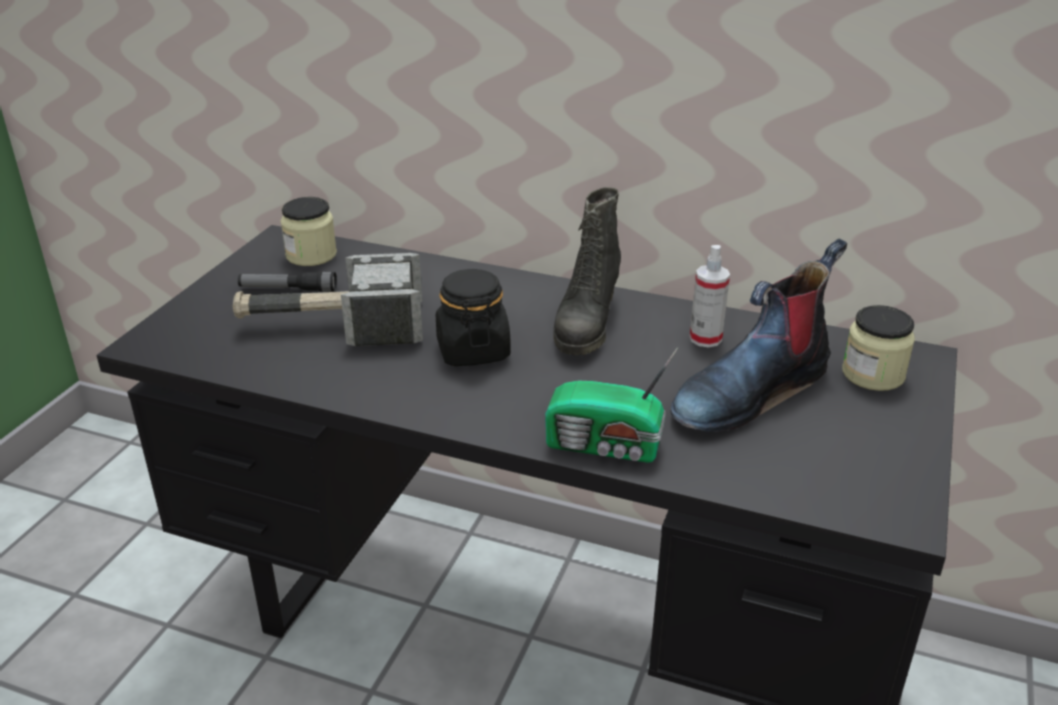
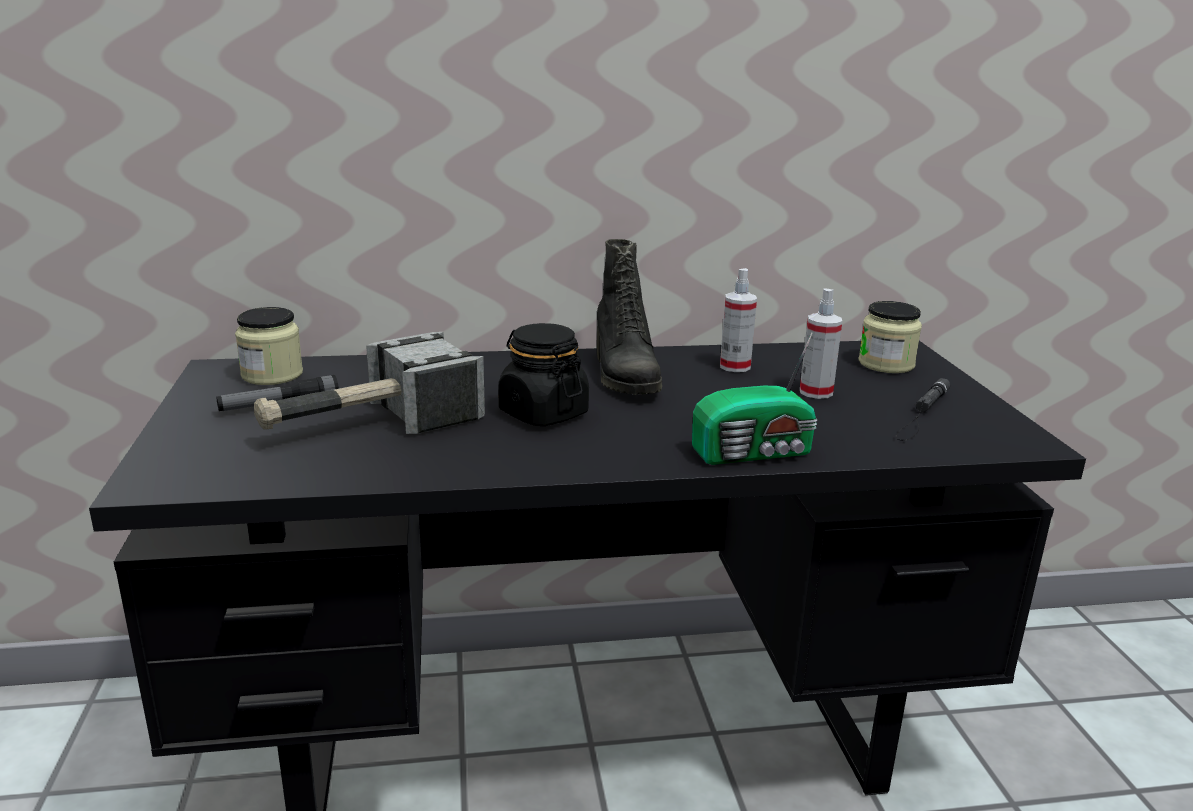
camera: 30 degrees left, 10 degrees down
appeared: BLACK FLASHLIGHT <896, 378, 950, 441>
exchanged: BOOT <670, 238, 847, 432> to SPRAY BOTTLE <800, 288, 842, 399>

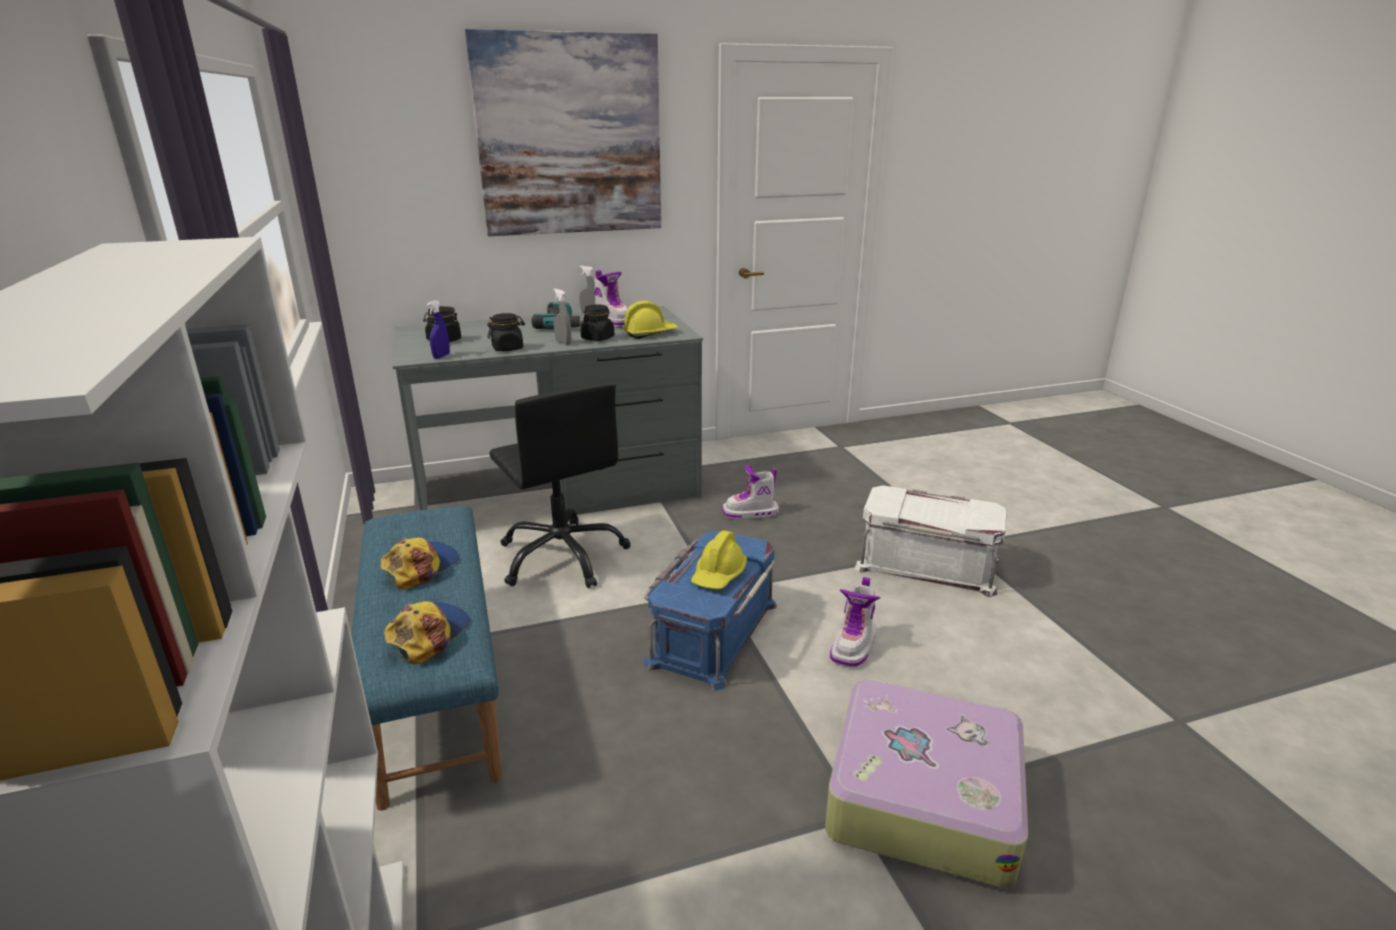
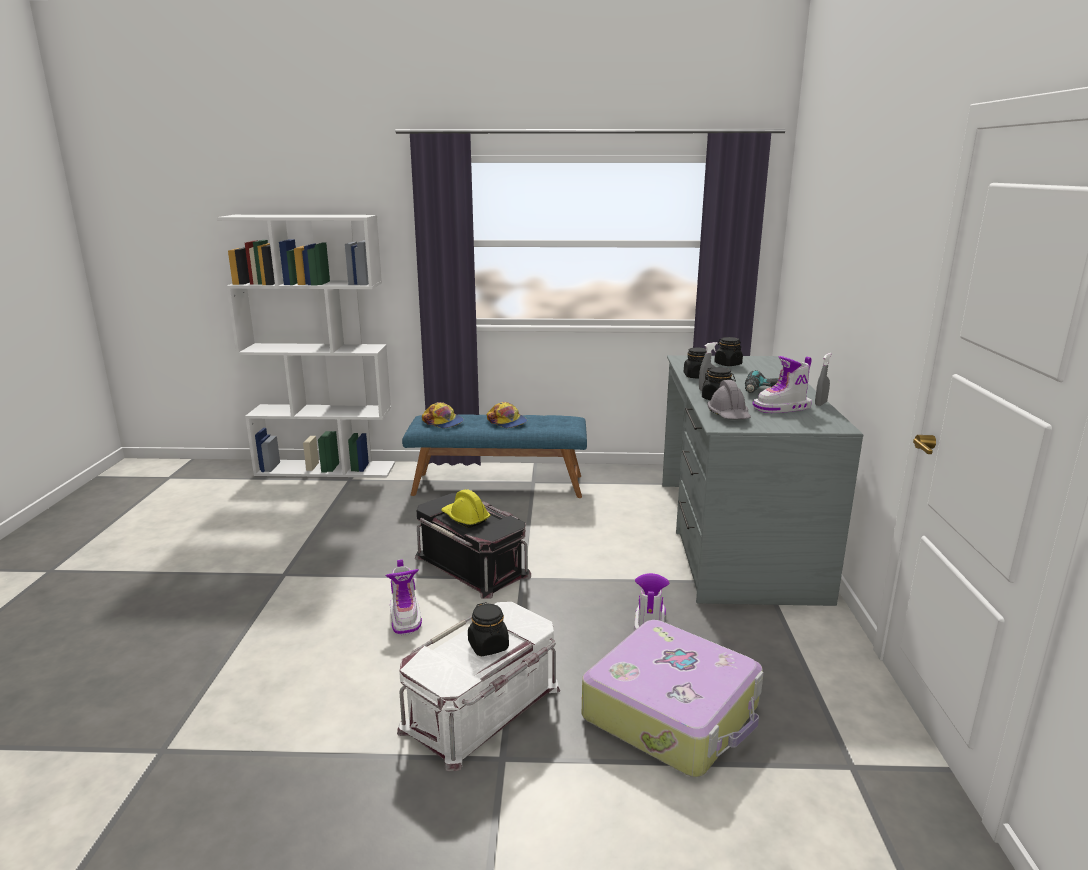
camera: 110 degrees right, 5 degrees down
missing: BLUE SPRAY BOTTLE <427, 300, 450, 359>; PICTURE <465, 29, 661, 236>; BLACK OFFICE CHAIR <489, 381, 631, 588>
appeared: BLACK JAR <468, 602, 509, 656>
relocated: SUITCASE <825, 678, 1028, 888> to <582, 620, 764, 777>
colour: BLUE STORAGE BOX <644, 530, 777, 691> to BLACK STORAGE BOX <415, 493, 531, 599>; YELLOW HARD HAT <622, 301, 678, 339> to GREY HARD HAT <707, 380, 751, 419>
spun: BOOT <830, 577, 880, 667> = <385, 559, 422, 635> 150 degrees counterclockwise

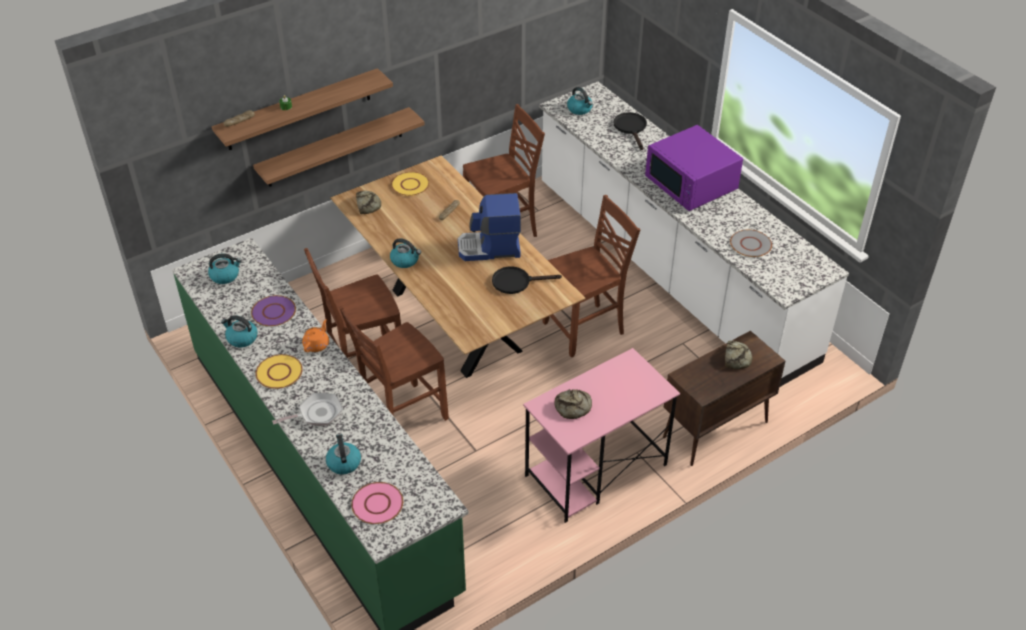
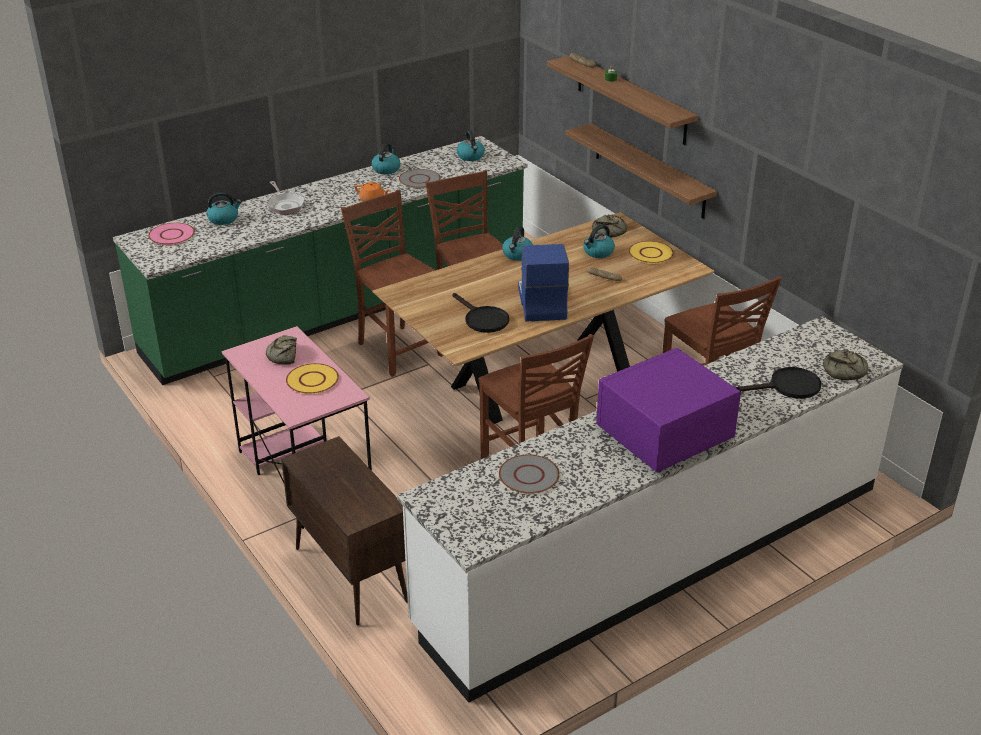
camera: 90 degrees right, 10 degrees down
relocated: YELLOW PLATE <255, 354, 303, 389> to <286, 363, 339, 394>; KETTLE <567, 87, 593, 115> to <583, 224, 615, 258>; BREAD <725, 341, 752, 369> to <823, 350, 868, 380>
colour: PURPLE PLATE <251, 295, 296, 326> to GREY PLATE <399, 169, 441, 188>
spun: BLACK FRYING PAN <492, 266, 562, 294> = <453, 293, 509, 333> 150 degrees clockwise

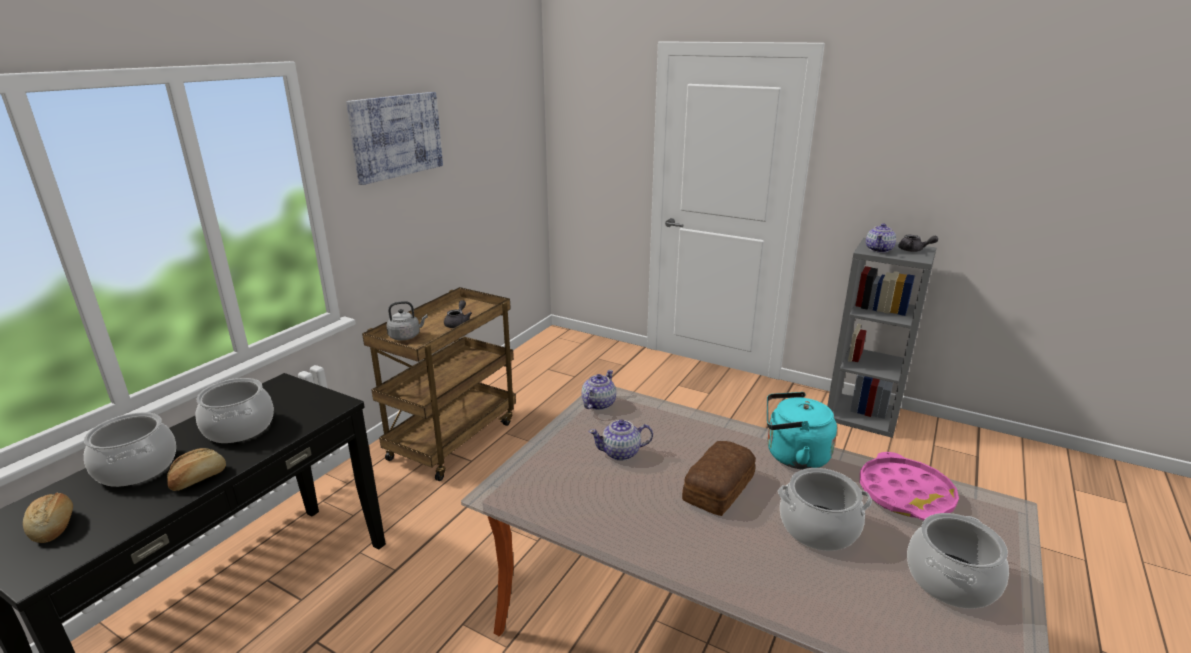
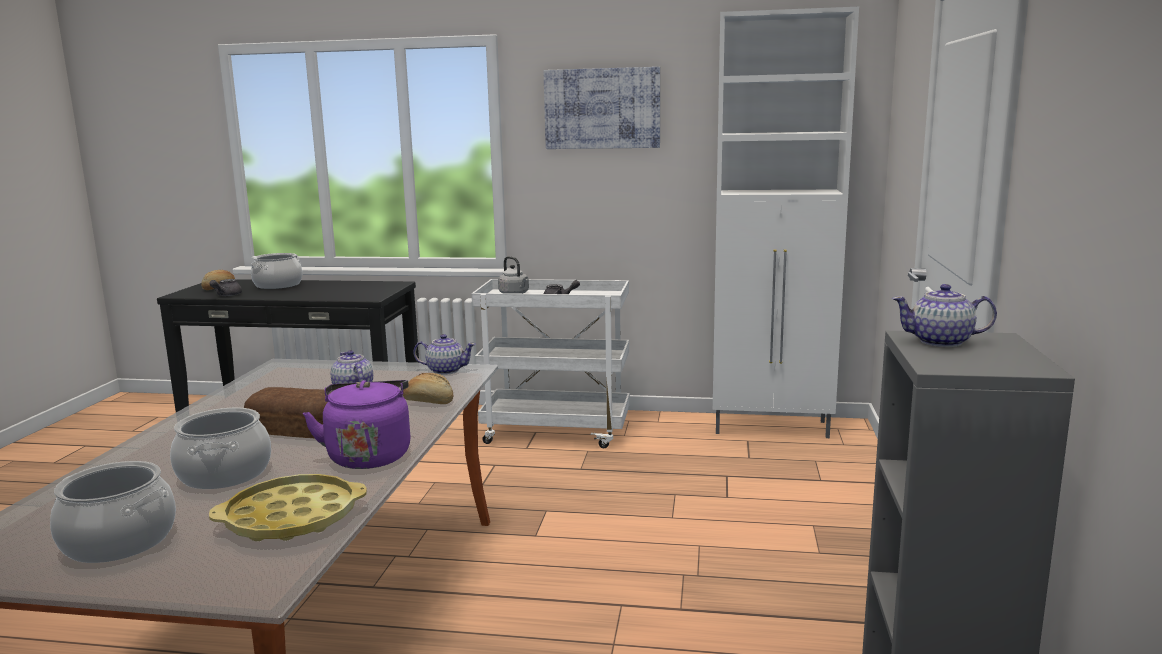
camera: 70 degrees right, 10 degrees down
missing: COOKING POT <195, 378, 274, 443>
appeared: WHITE CABINET <713, 7, 859, 438>
relocated: GREY TEAPOT <898, 235, 938, 252> to <209, 279, 242, 296>; BREAD <167, 448, 226, 491> to <403, 373, 453, 404>
colour: PINK TRAY <860, 452, 959, 520> to YELLOW TRAY <209, 474, 367, 541>; TURQUOISE KETTLE <767, 392, 837, 470> to PURPLE KETTLE <303, 380, 410, 469>; BROWN CART <362, 287, 516, 481> to WHITE CART <472, 279, 630, 448>

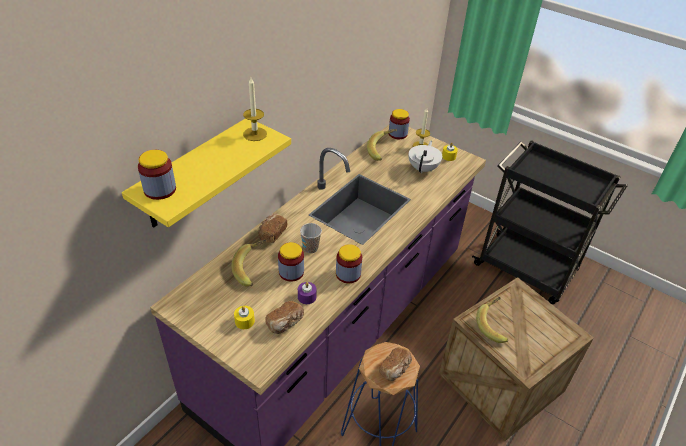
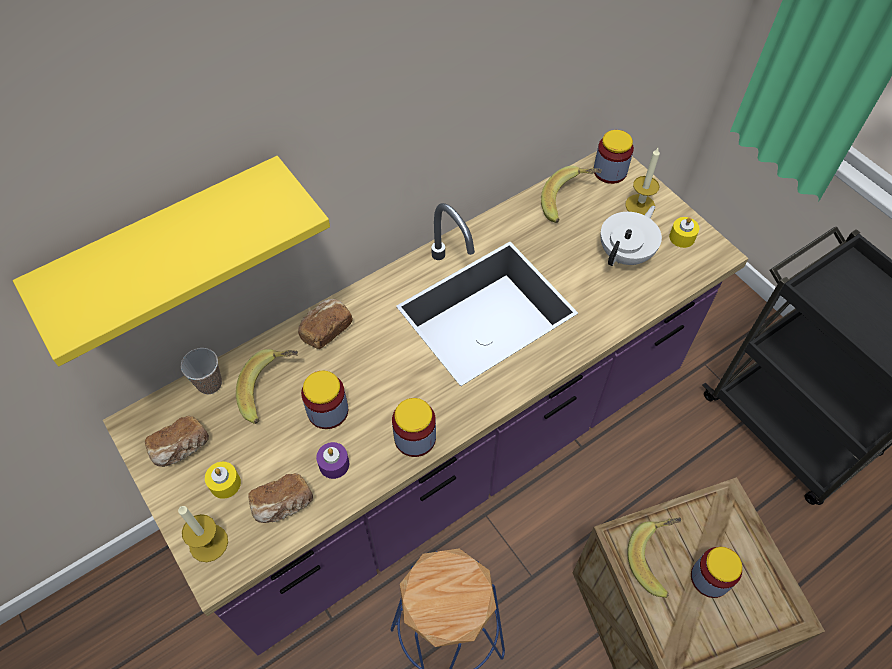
camera: 20 degrees right, 15 degrees up
relocated: BREAD <379, 347, 412, 381> to <145, 416, 209, 467>; CANDLE <243, 78, 267, 141> to <178, 506, 228, 562>; CUP <300, 223, 322, 253> to <181, 348, 222, 394>; JAR <138, 150, 176, 200> to <691, 547, 742, 598>

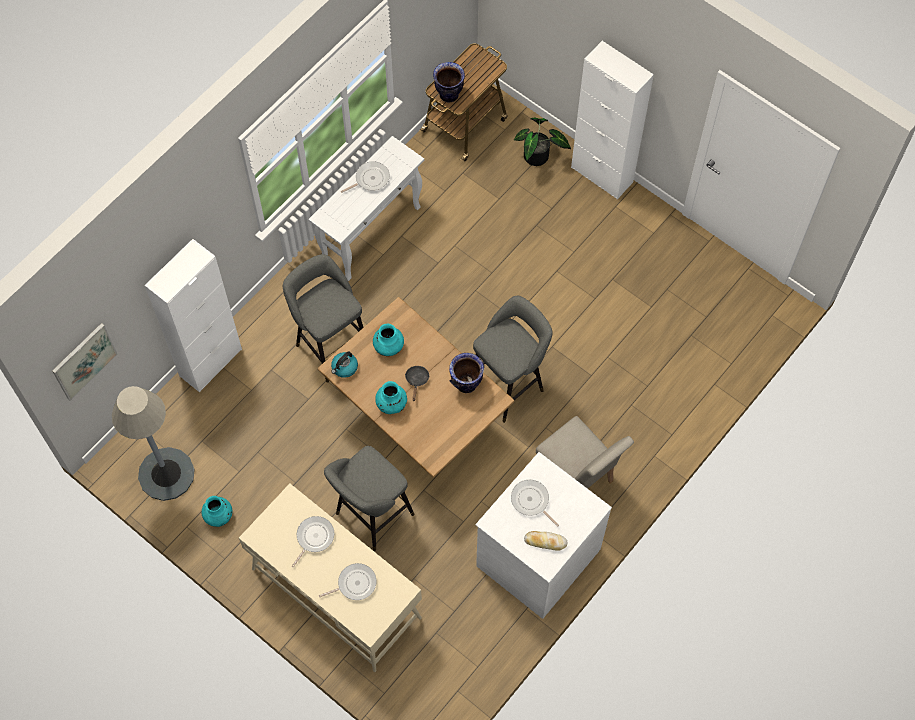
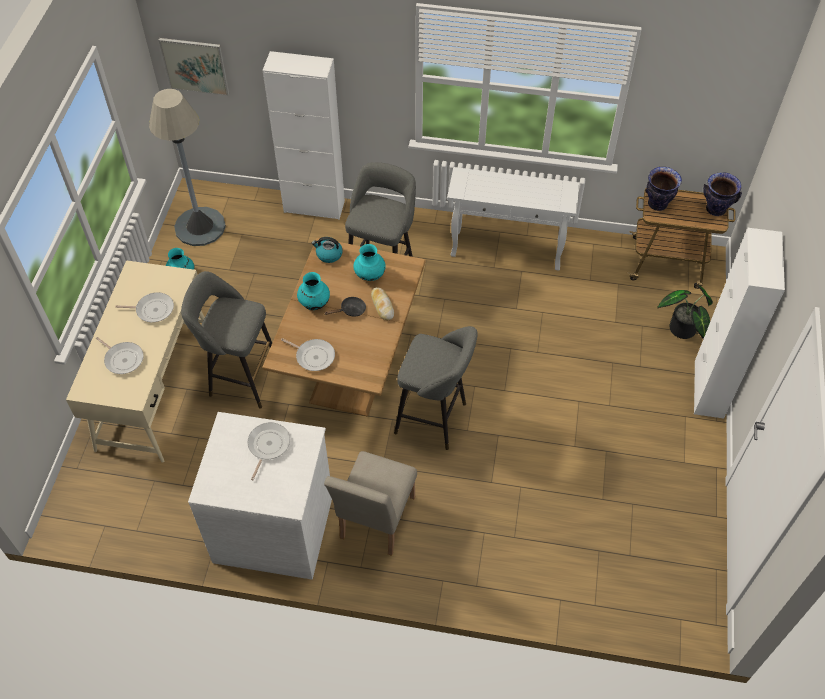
camera: 60 degrees right, 10 degrees down
relocated: FRYING PAN <341, 161, 390, 193> to <281, 338, 335, 371>; BREAD <524, 531, 567, 551> to <371, 287, 394, 320>; VASE <449, 353, 484, 393> to <703, 172, 742, 216>

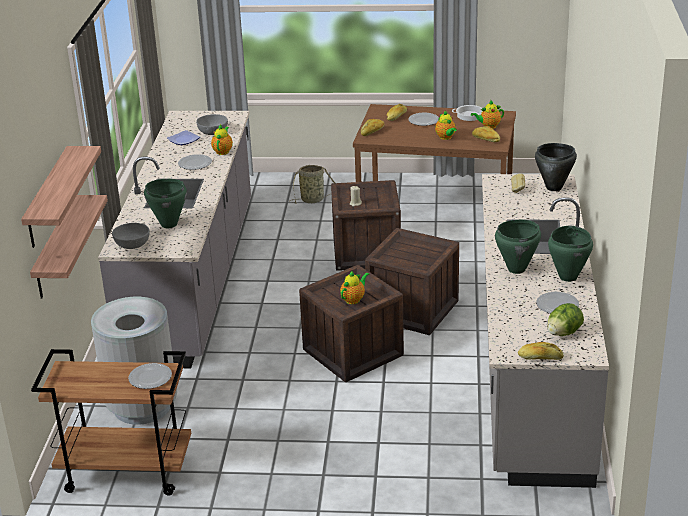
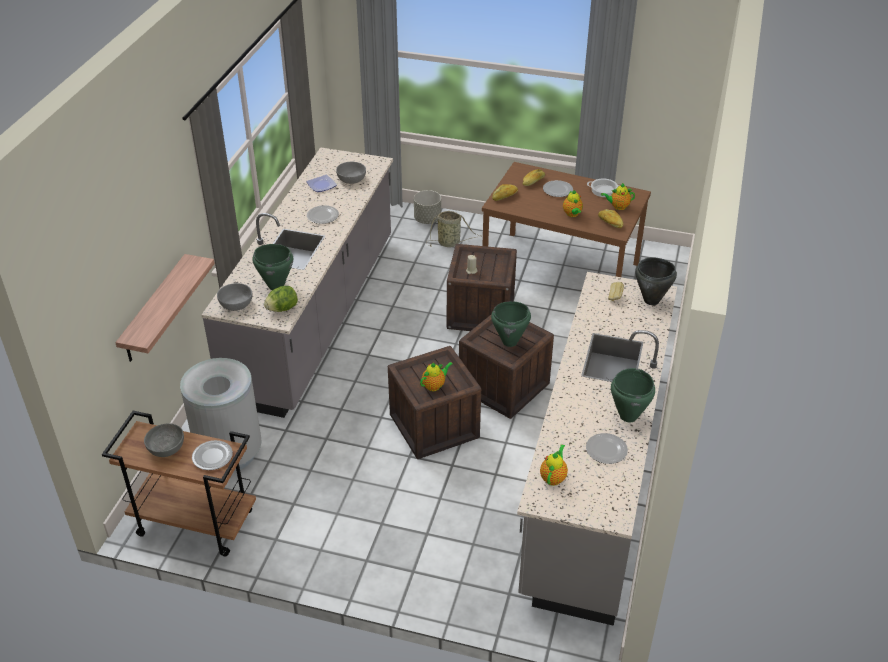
camera: 10 degrees right, 10 degrees up
missing: SHELF <21, 146, 101, 248>; BREAD <518, 342, 563, 360>
appeared: GREY BOWL <144, 423, 184, 457>; GREY PLANTER <414, 190, 441, 224>
relocated: LETTUCE <547, 303, 584, 336> to <264, 286, 298, 312>; GREEN COOKING POT <495, 220, 541, 274> to <491, 301, 531, 347>; TEAPOT <211, 124, 233, 155> to <540, 444, 568, 486>

